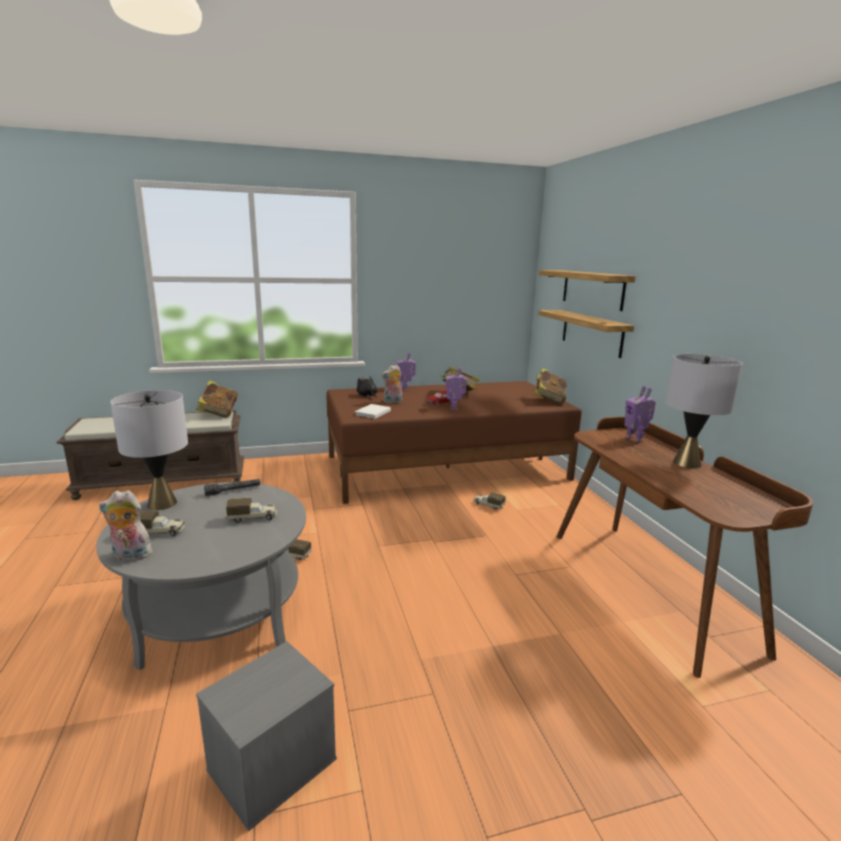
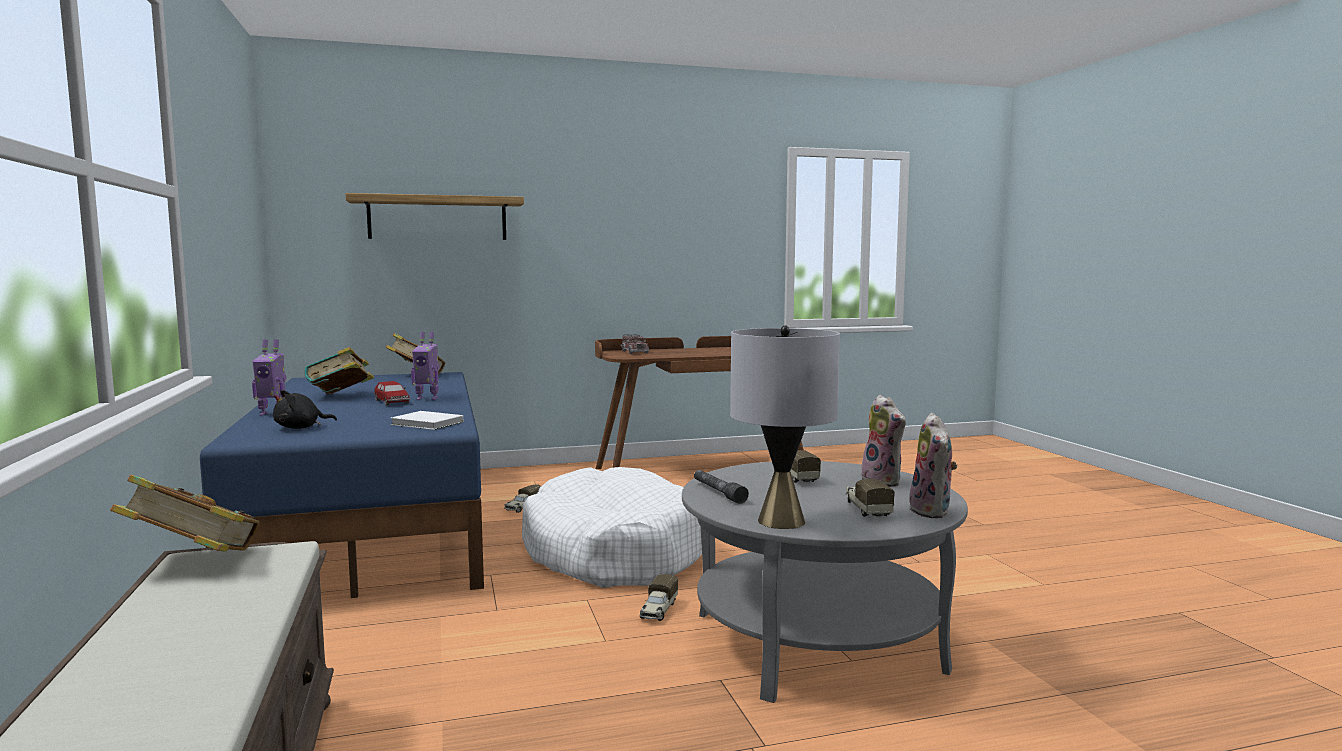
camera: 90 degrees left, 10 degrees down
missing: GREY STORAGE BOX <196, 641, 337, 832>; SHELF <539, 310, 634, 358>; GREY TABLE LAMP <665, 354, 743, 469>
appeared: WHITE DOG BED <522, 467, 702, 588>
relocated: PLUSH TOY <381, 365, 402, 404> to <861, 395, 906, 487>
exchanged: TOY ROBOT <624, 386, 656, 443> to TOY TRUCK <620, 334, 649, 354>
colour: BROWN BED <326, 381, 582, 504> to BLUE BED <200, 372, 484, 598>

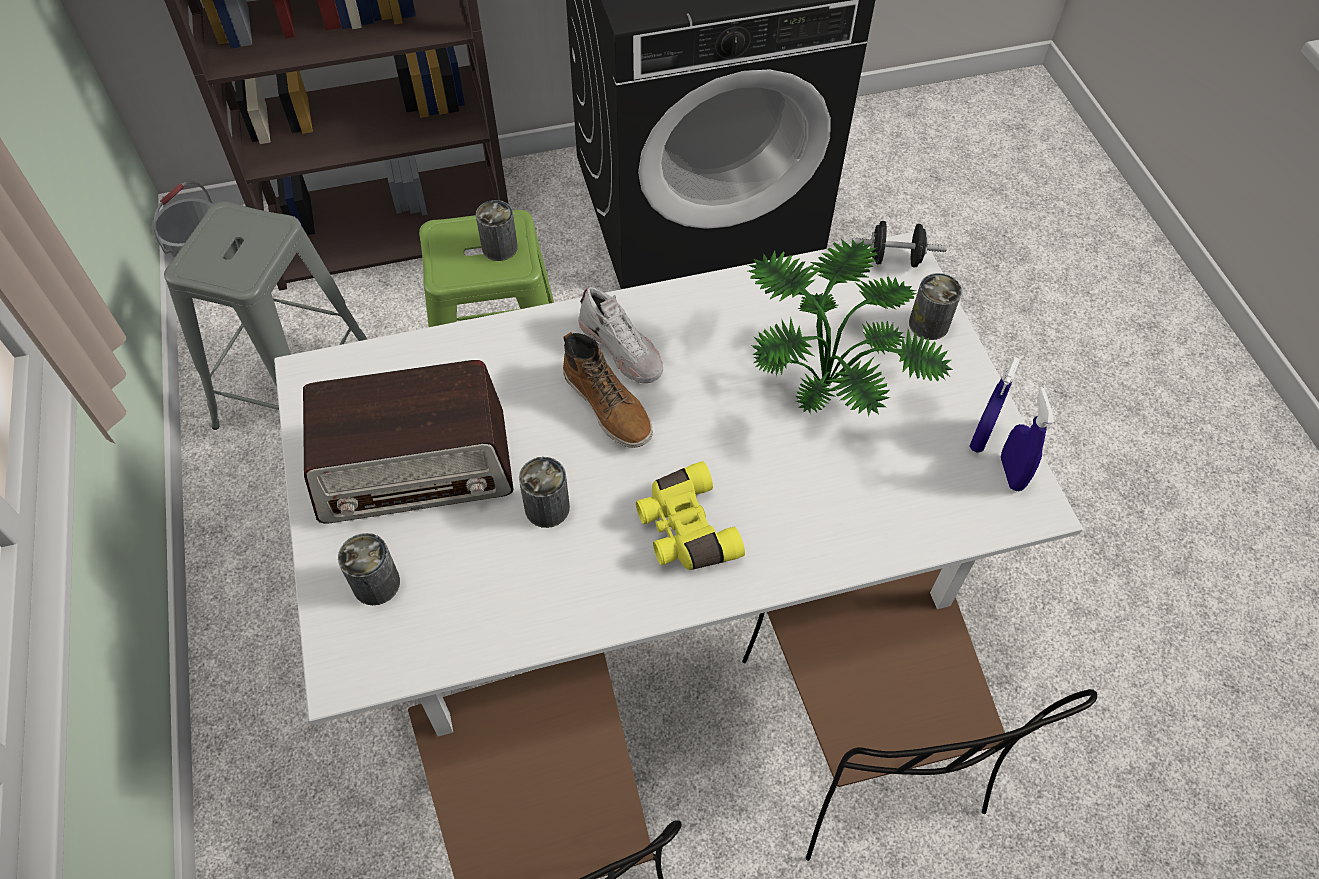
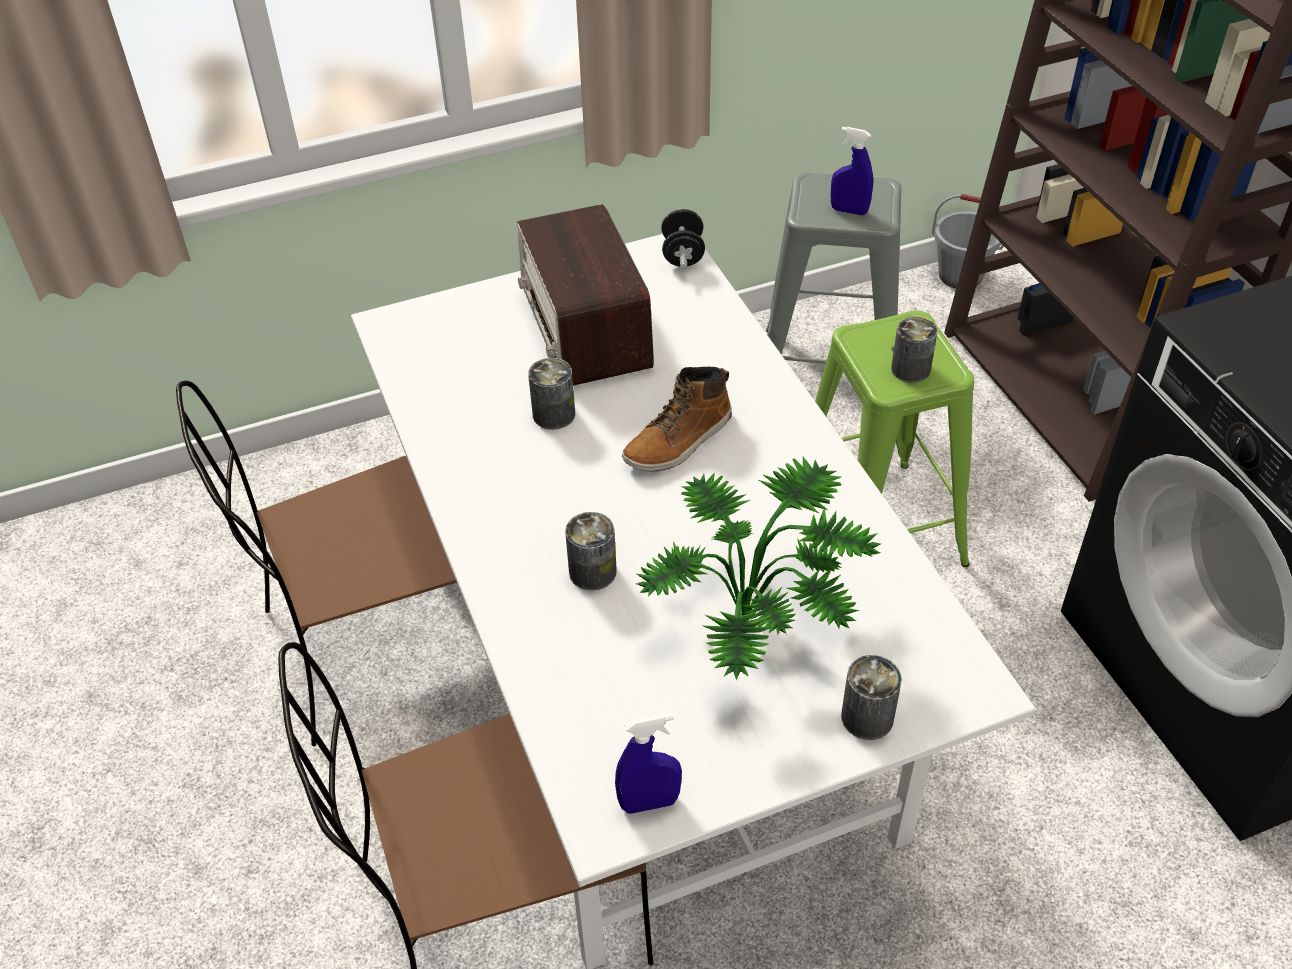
camera: 85 degrees right, 10 degrees down
missing: WHITE SHOE <578, 287, 663, 383>; YELLOW BINOCULARS <636, 461, 745, 570>
relocated: CAN <338, 533, 400, 605> to <565, 512, 617, 590>; BLACK DUMBBELL <851, 221, 947, 268> to <661, 209, 705, 269>; BLUE SPRAY BOTTLE <969, 357, 1020, 453> to <830, 127, 873, 216>

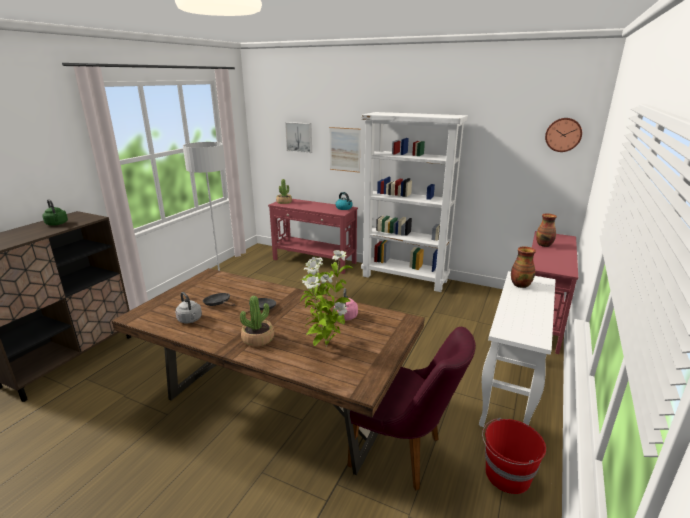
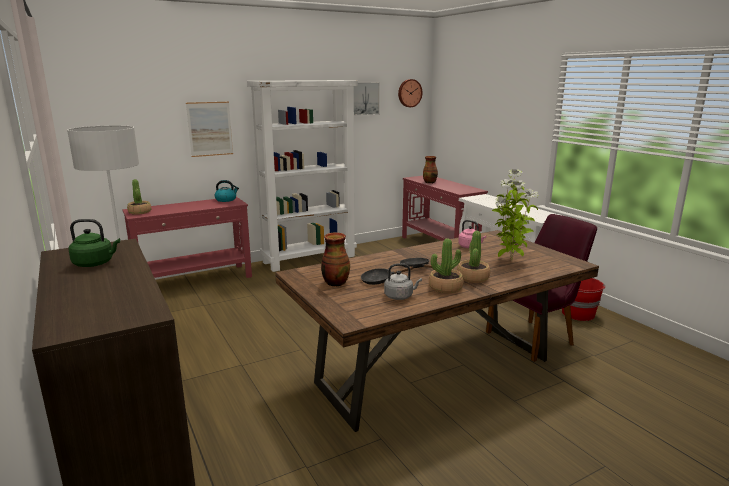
camera: 55 degrees left, 5 degrees down
appeared: POTTED PLANT <429, 238, 464, 293>
relocated: VASE <511, 246, 536, 288> to <321, 232, 350, 286>; PICTURE <285, 122, 312, 153> to <354, 82, 380, 116>

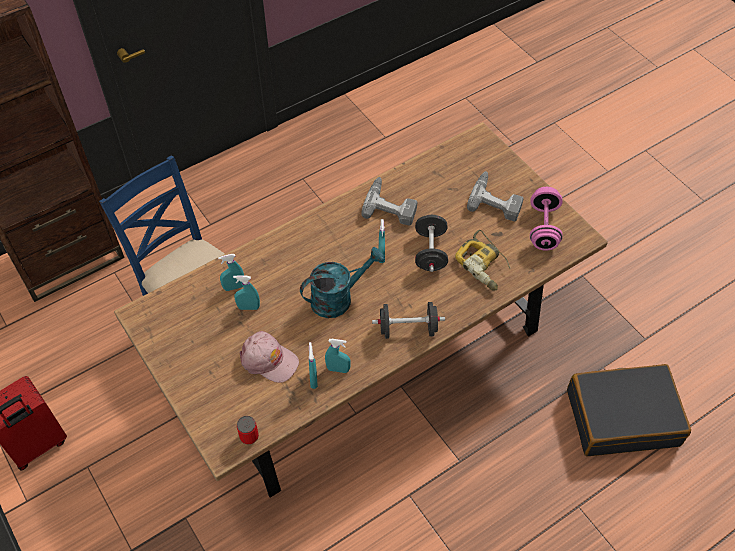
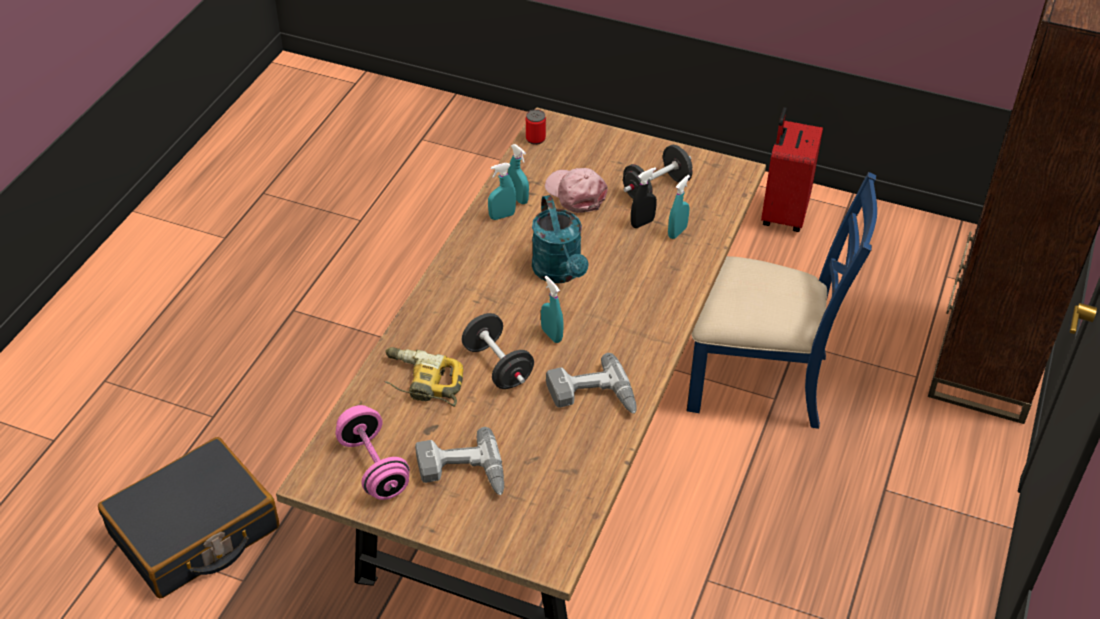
camera: 145 degrees right, 10 degrees down
relocated: BLACK DUMBBELL <372, 302, 445, 339> to <623, 145, 692, 199>
colour: TURQUOISE SPRAY BOTTLE <233, 275, 260, 310> to BLACK SPRAY BOTTLE <631, 167, 657, 228>
spun: TURQUOISE WATERING CAN <300, 247, 385, 318> = <532, 195, 588, 283> 45 degrees counterclockwise; PINK CAP <239, 331, 299, 383> = <545, 168, 608, 213> 60 degrees clockwise

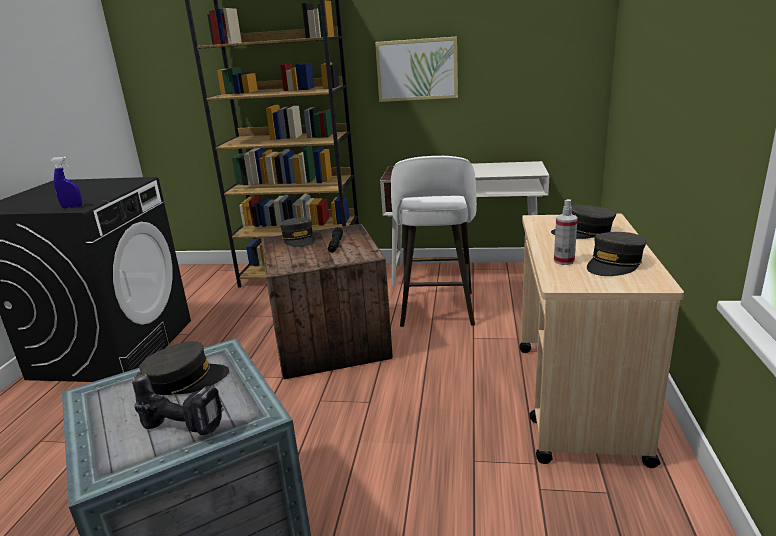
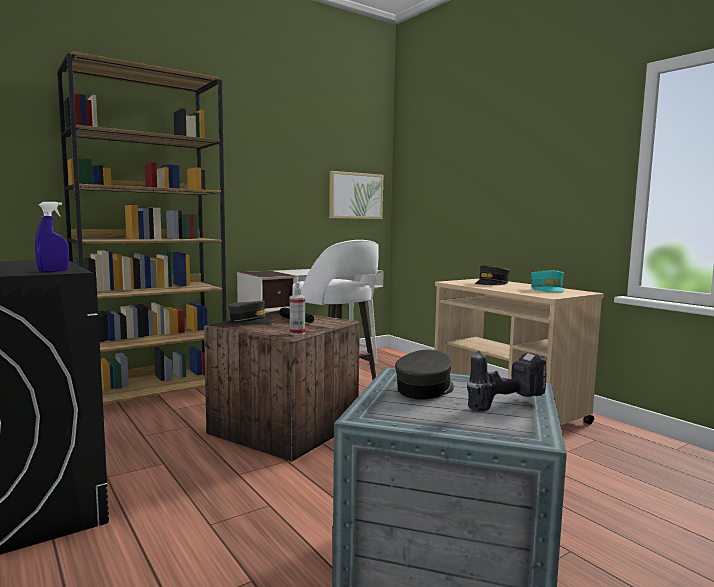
camera: 45 degrees left, 15 degrees down
relocated: SPRAY BOTTLE <554, 199, 578, 265> to <290, 283, 305, 335>; PICTURE <375, 37, 458, 102> to <329, 171, 383, 219>
colour: GREY CAP <587, 232, 646, 276> to TURQUOISE CAP <531, 270, 564, 292>

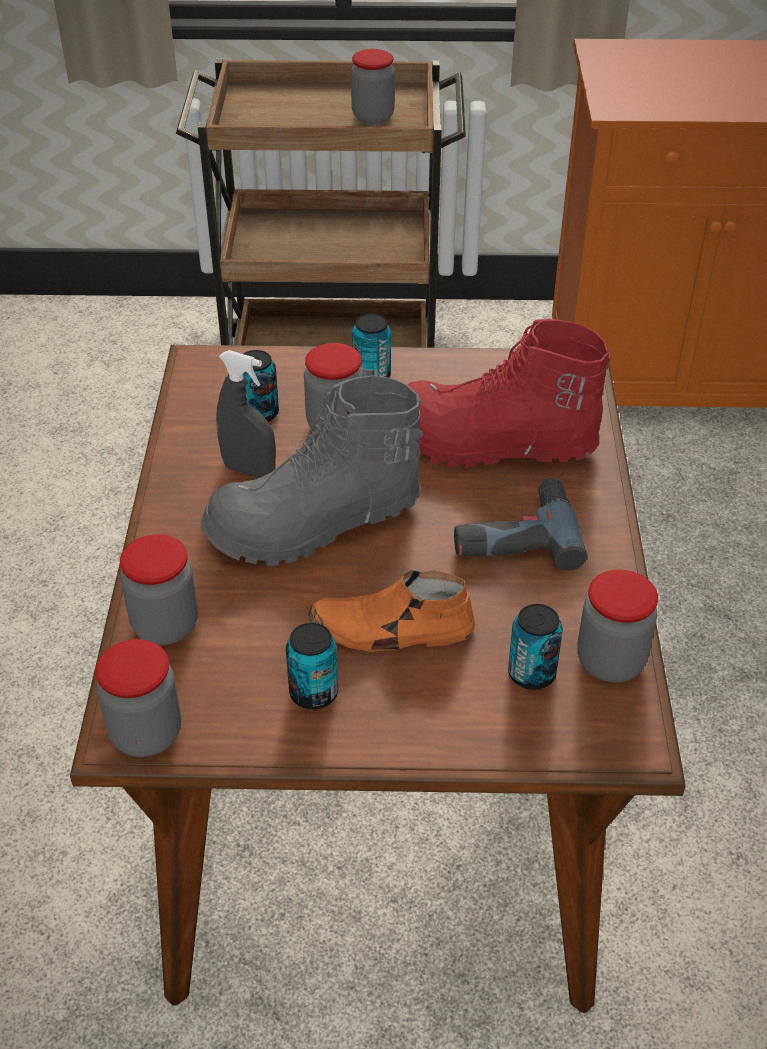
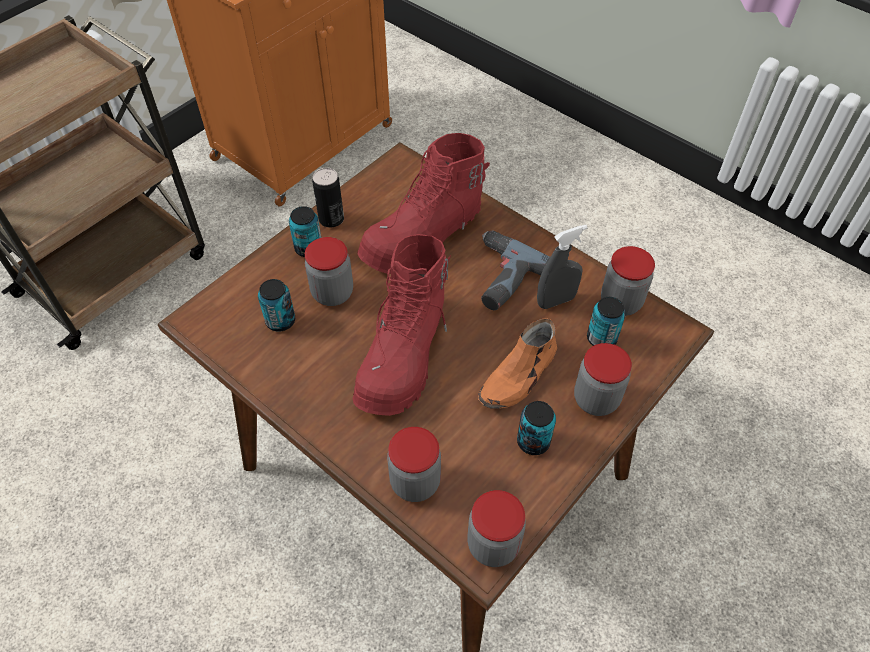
camera: 50 degrees left, 10 degrees up
appeared: CAN <312, 168, 344, 228>
relocated: GREY SPRAY BOTTLE <216, 350, 276, 478> to <537, 225, 588, 309>; JAR <351, 49, 395, 124> to <574, 343, 632, 416>
colour: GREY BOOT <201, 376, 423, 566> to RED BOOT <353, 234, 451, 416>

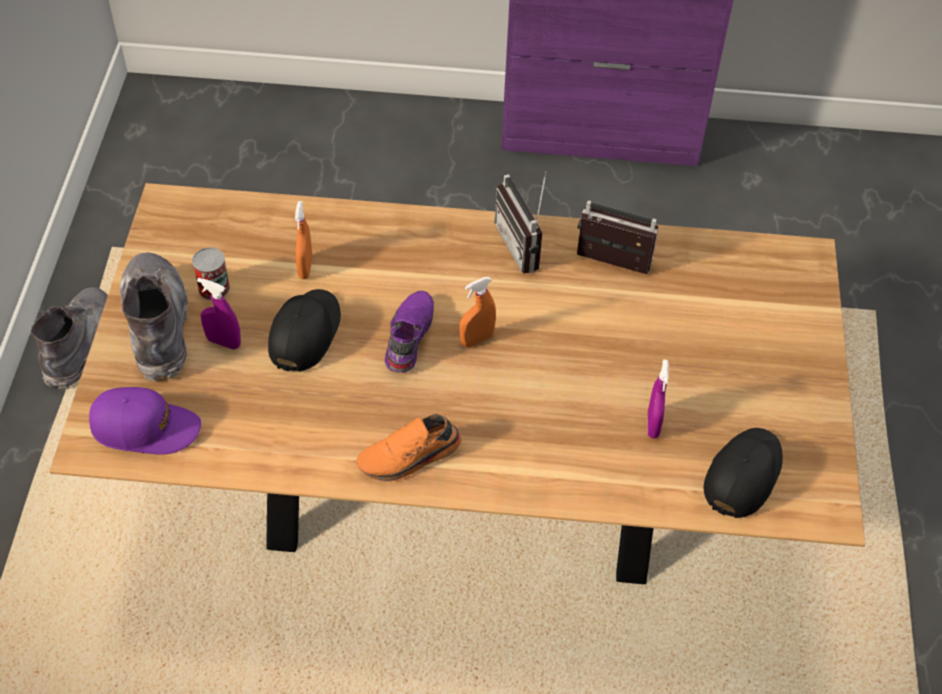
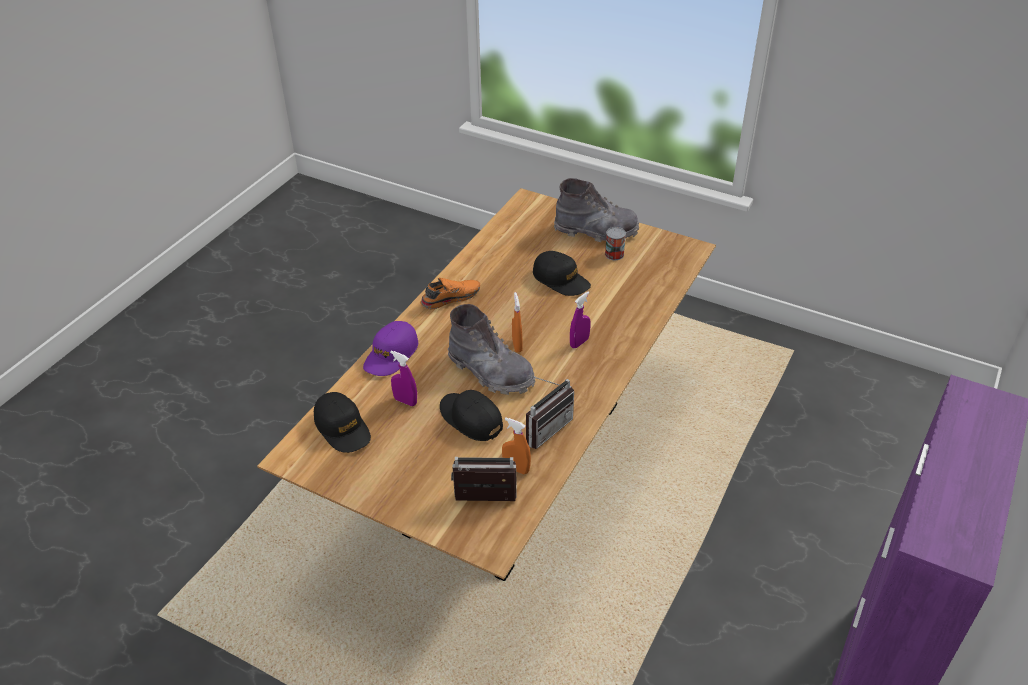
camera: 115 degrees right, 10 degrees down
missing: PURPLE SHOE <384, 291, 434, 373>
appeared: BLACK CAP <440, 390, 503, 441>
relocated: PURPLE CAP <89, 387, 201, 455> to <363, 321, 418, 376>; GREY BOOT <31, 287, 108, 389> to <448, 304, 536, 395>; RADIO <495, 172, 546, 273> to <451, 457, 517, 501>; ORANGE SPRAY BOTTLE <295, 201, 312, 279> to <502, 417, 531, 474>; PURPLE SPRAY BOTTLE <197, 278, 241, 350> to <570, 291, 591, 348>
spun: ORANGE SHOE <356, 413, 462, 482> = <420, 278, 480, 309> 60 degrees clockwise

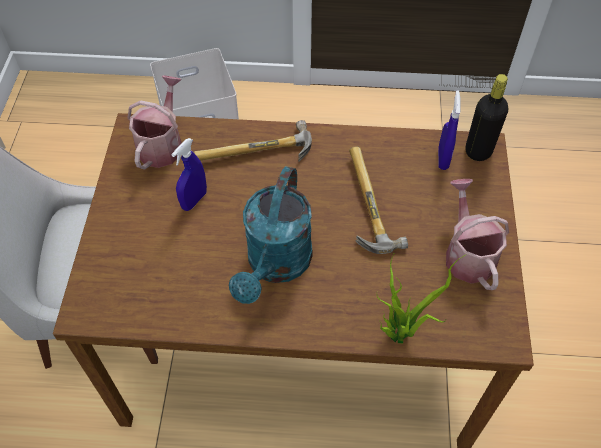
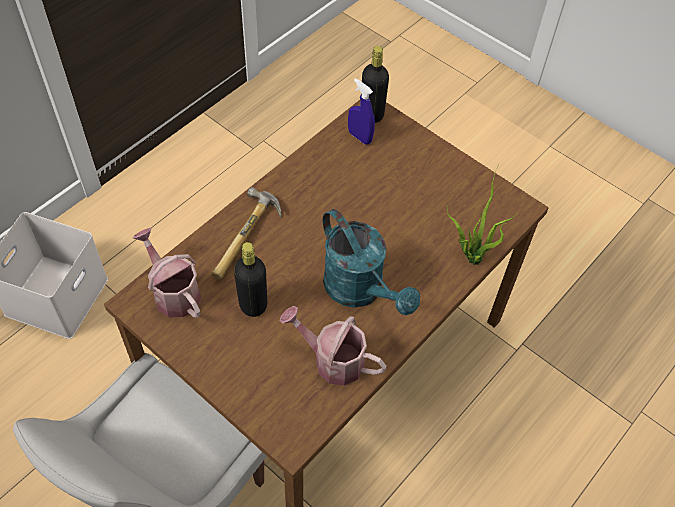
camera: 55 degrees left, 0 degrees up
missing: HAMMER <349, 146, 408, 254>
relocated: WATERING CAN <446, 179, 509, 290> to <280, 306, 386, 386>
exchanged: BLUE SPRAY BOTTLE <171, 138, 207, 211> to BLACK BOTTLE <234, 242, 267, 317>

